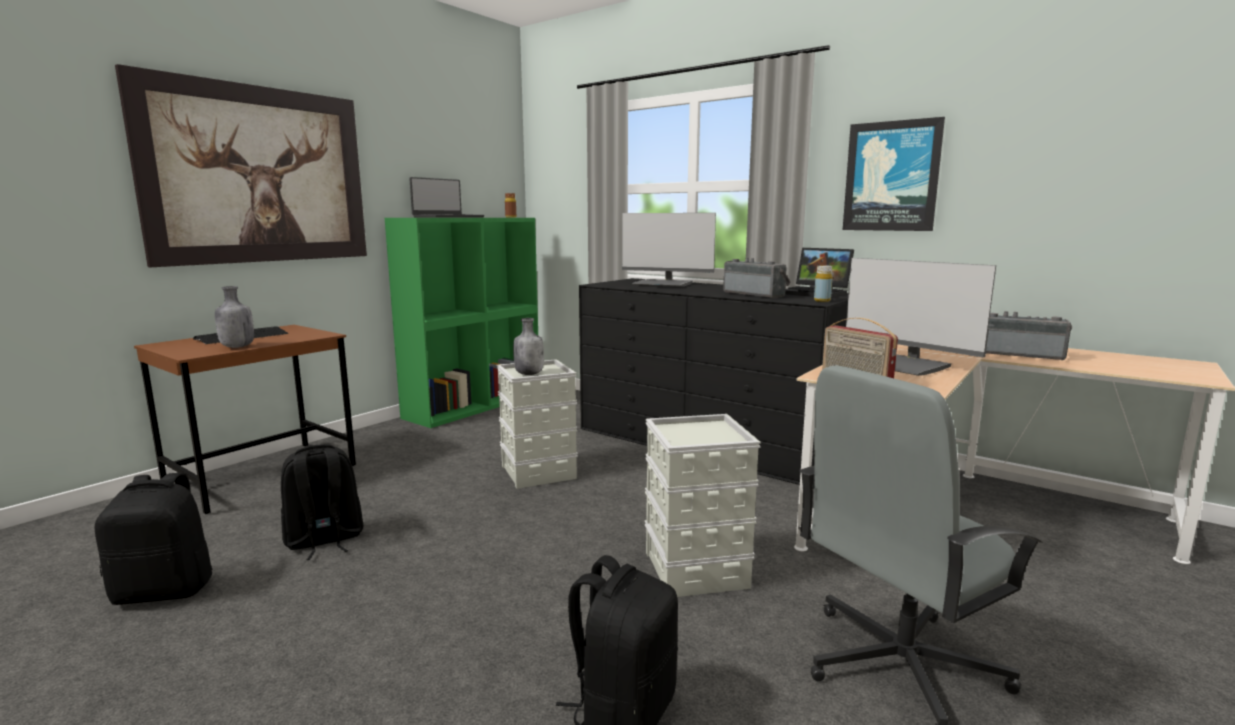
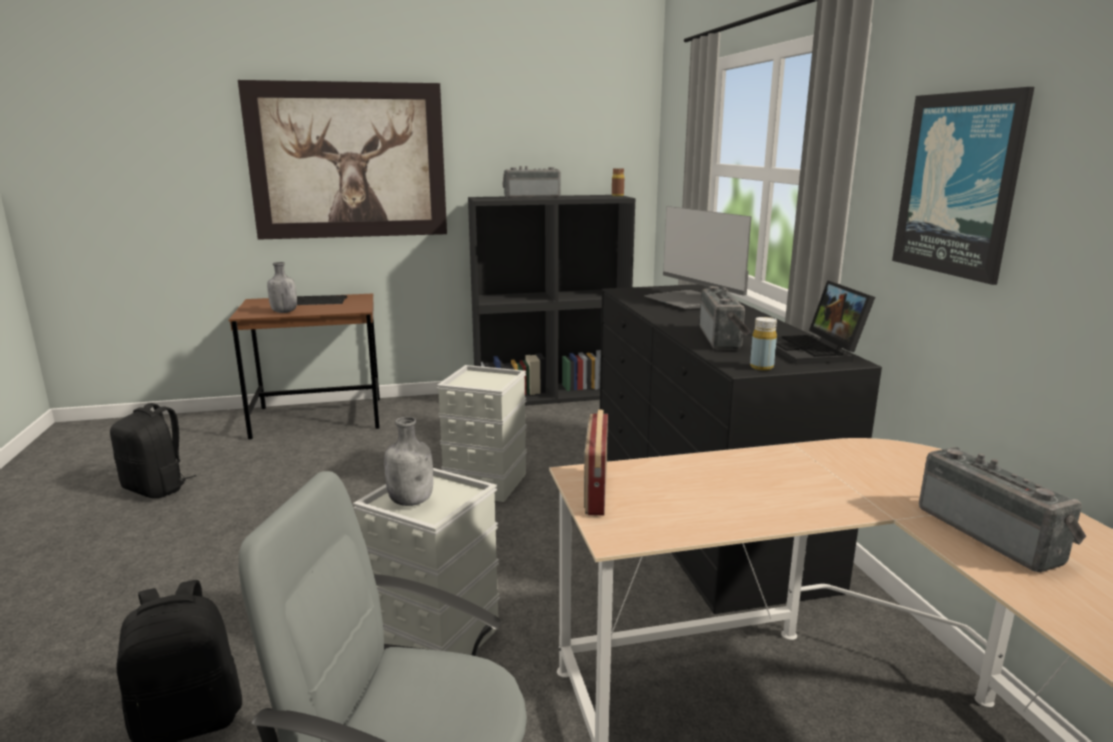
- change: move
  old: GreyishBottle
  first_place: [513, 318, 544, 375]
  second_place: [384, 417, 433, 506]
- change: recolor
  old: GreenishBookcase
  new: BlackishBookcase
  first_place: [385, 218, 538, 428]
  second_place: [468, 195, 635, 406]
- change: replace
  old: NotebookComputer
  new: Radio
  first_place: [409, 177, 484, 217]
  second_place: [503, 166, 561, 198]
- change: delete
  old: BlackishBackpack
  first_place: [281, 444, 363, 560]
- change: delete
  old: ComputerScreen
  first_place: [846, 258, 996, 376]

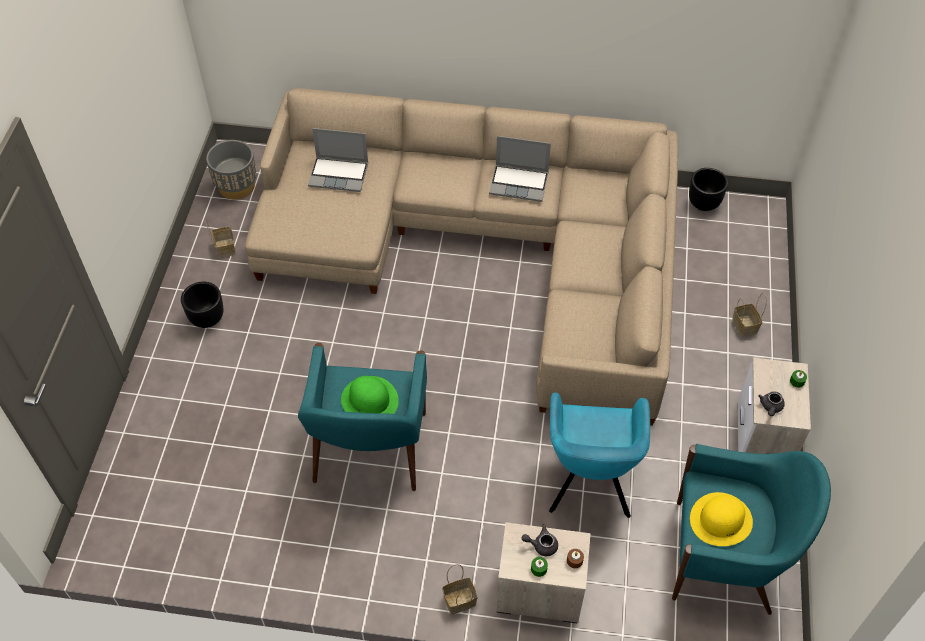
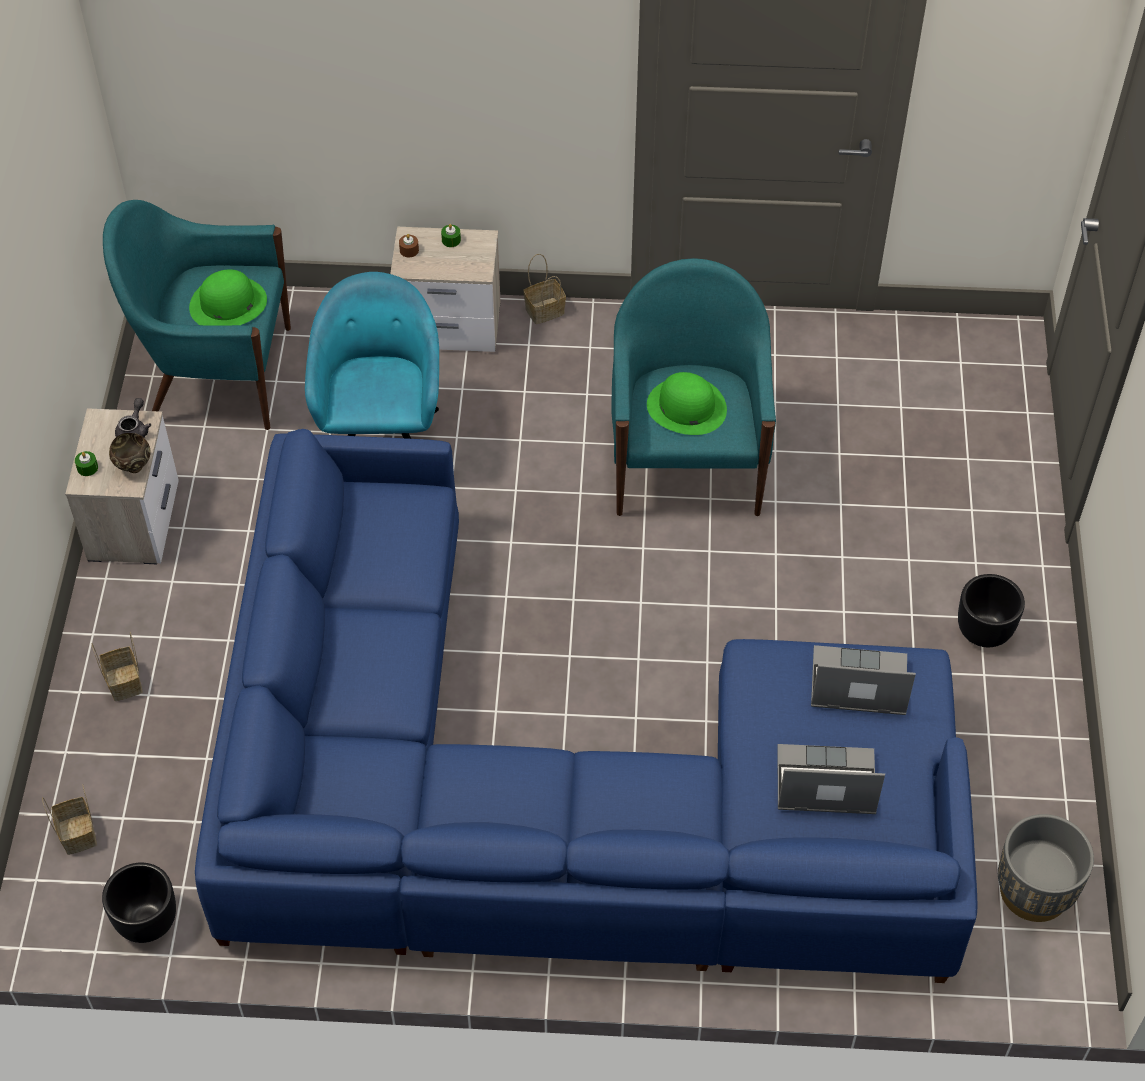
- change: move
  old: StorageBasket
  first_place: [205, 215, 236, 258]
  second_place: [42, 784, 97, 855]
- change: insert
  new: BrownColouredBowl
  second_place: [109, 433, 151, 473]
- change: recolor
  old: YellowColouredWearableHat
  new: GreenishWearableHat
  first_place: [690, 492, 753, 546]
  second_place: [189, 269, 267, 325]
- change: recolor
  old: SandColouredSofa
  new: BlueSofa
  first_place: [245, 88, 678, 426]
  second_place: [195, 429, 978, 983]
- change: move
  old: NotebookComputer
  first_place: [489, 136, 551, 202]
  second_place: [811, 645, 916, 715]
- change: delete
  old: GreyishTeaPot
  first_place: [522, 524, 558, 556]

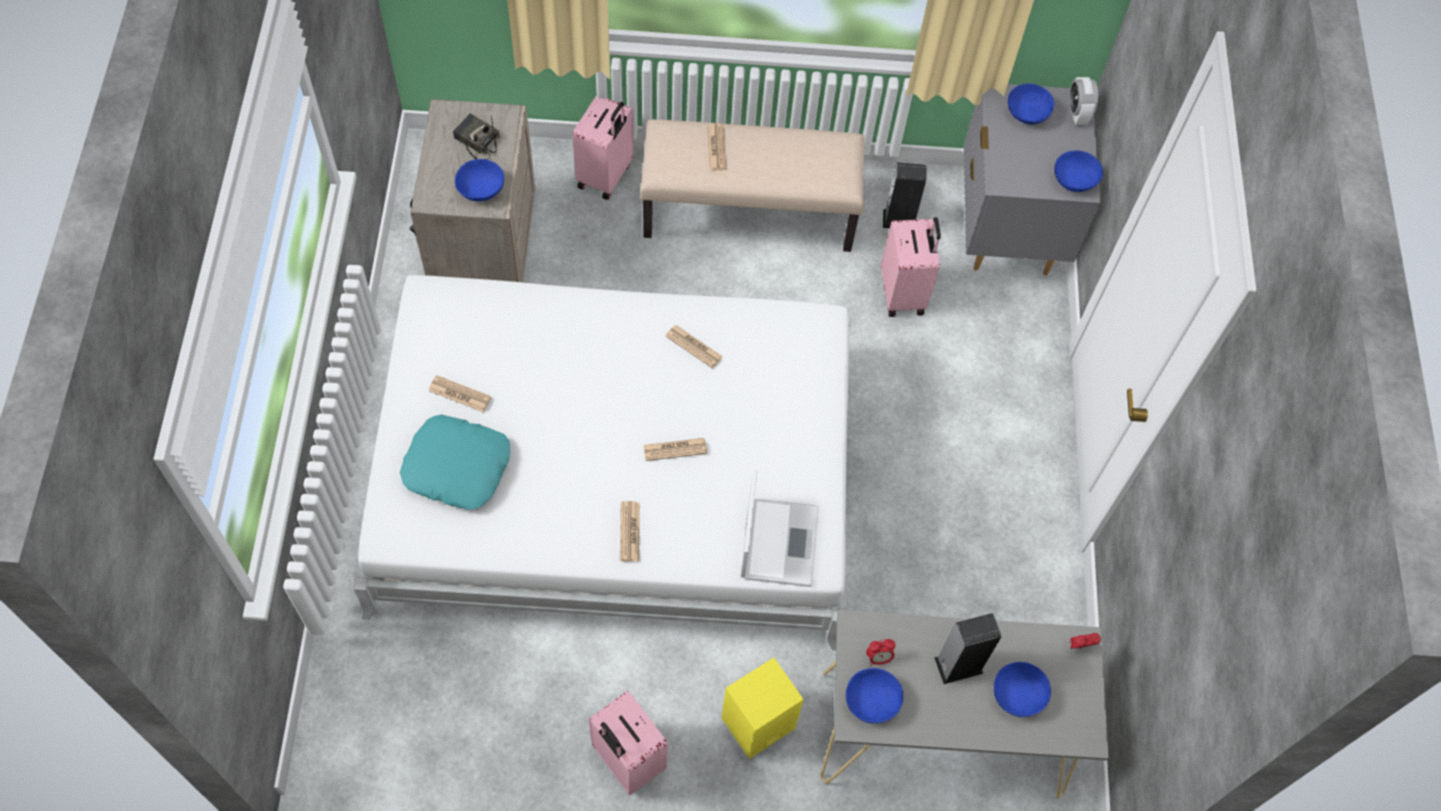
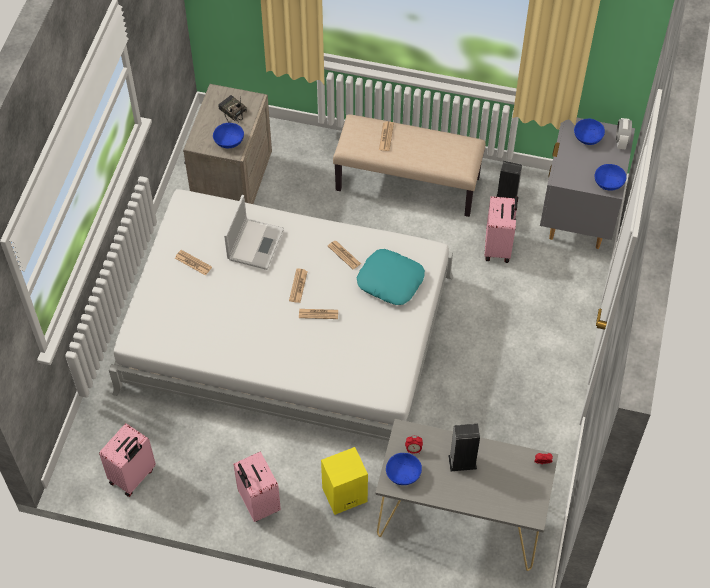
- change: move
  old: PinkColouredTravelCase
  first_place: [572, 95, 634, 200]
  second_place: [99, 423, 156, 497]
- change: move
  old: NotebookComputer
  first_place: [741, 470, 819, 587]
  second_place: [224, 195, 284, 270]
- change: move
  old: PrintedPaper
  first_place: [620, 501, 640, 562]
  second_place: [289, 269, 308, 303]
- change: move
  old: BlueGreenPillow
  first_place: [400, 415, 510, 510]
  second_place: [357, 249, 425, 305]
- change: delete
  old: BlueBowl
  first_place: [994, 662, 1051, 717]

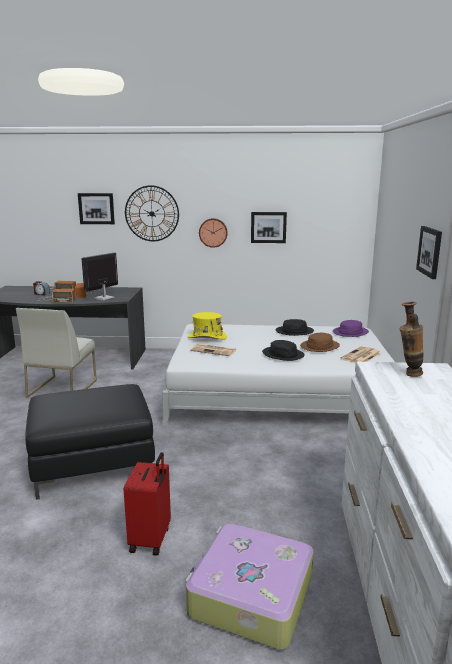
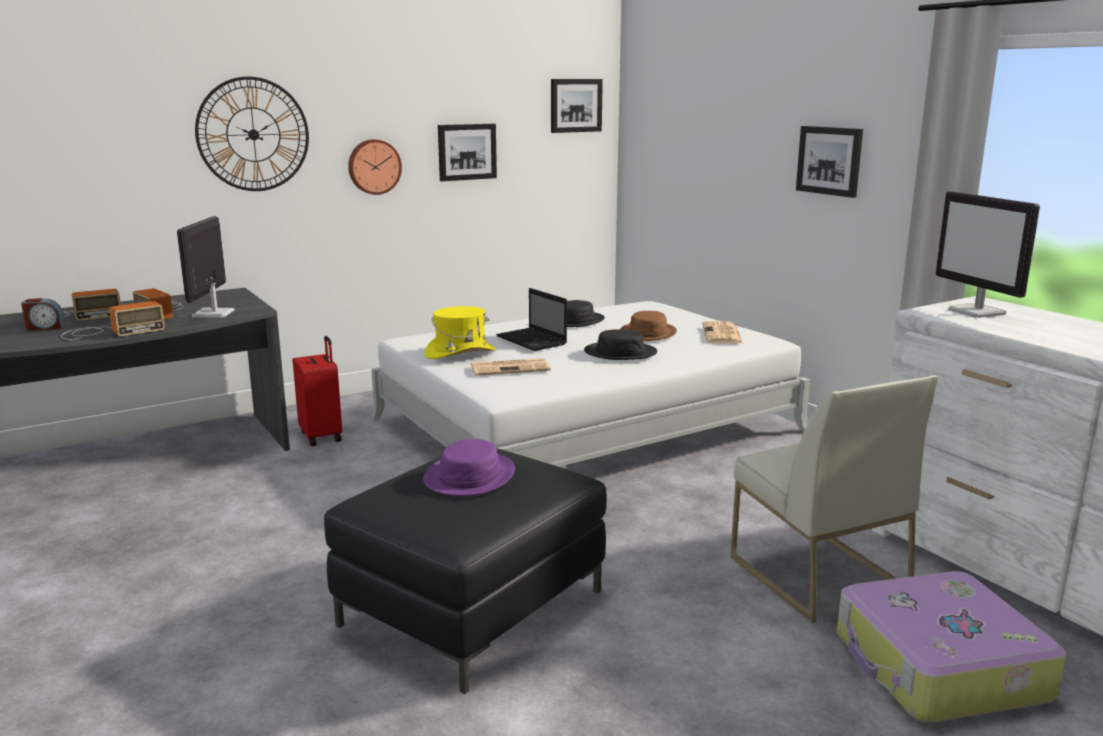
- change: move
  old: ReddishTravelCase
  first_place: [124, 452, 171, 556]
  second_place: [293, 336, 342, 446]
- change: move
  old: PurpleColouredWearableHat
  first_place: [333, 320, 369, 337]
  second_place: [423, 439, 515, 496]
- change: insert
  new: NotebookComputer
  second_place: [496, 288, 567, 351]
- change: move
  old: WallArt
  first_place: [78, 193, 115, 224]
  second_place: [551, 79, 603, 133]
- change: move
  old: WhitishPlainChair
  first_place: [16, 308, 97, 398]
  second_place: [730, 375, 939, 623]
- change: replace
  old: FlowerVase
  new: ComputerScreen
  first_place: [400, 302, 423, 377]
  second_place: [936, 191, 1040, 318]

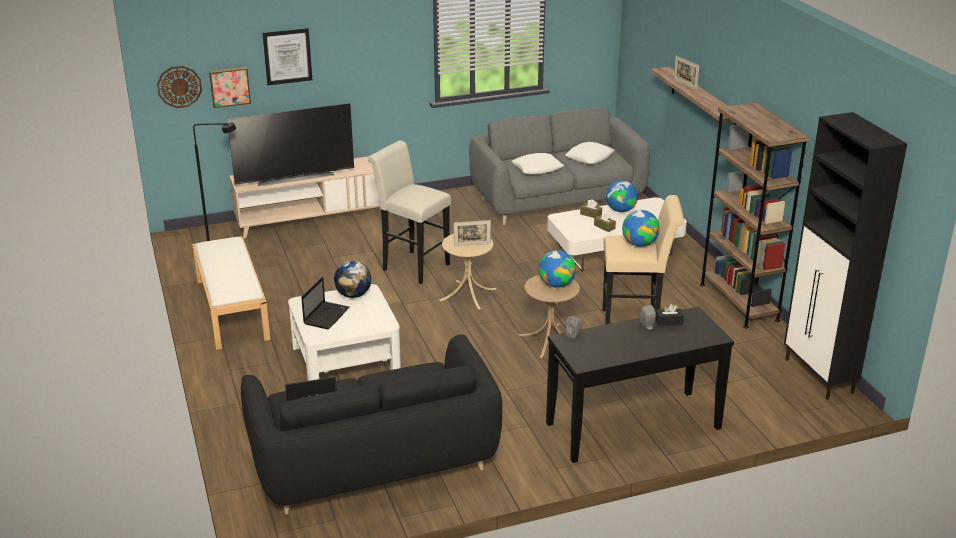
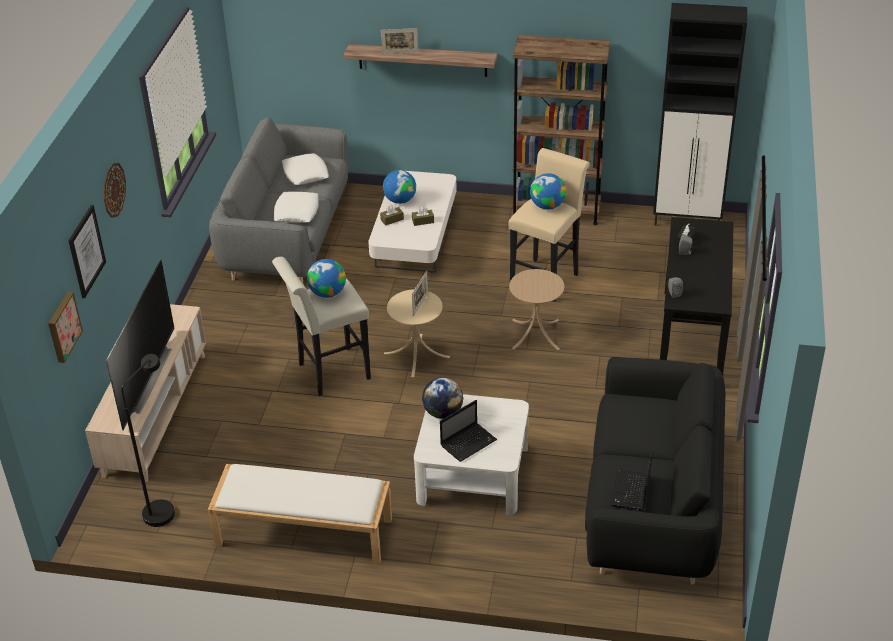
- change: move
  old: ClockOnTheWall
  first_place: [157, 66, 202, 108]
  second_place: [104, 163, 126, 218]
- change: move
  old: Globe
  first_place: [539, 250, 576, 288]
  second_place: [307, 259, 346, 298]
- change: rotate
  old: NotebookComputer
  first_place: [301, 277, 350, 329]
  second_place: [440, 400, 497, 462]
  degrees: 90

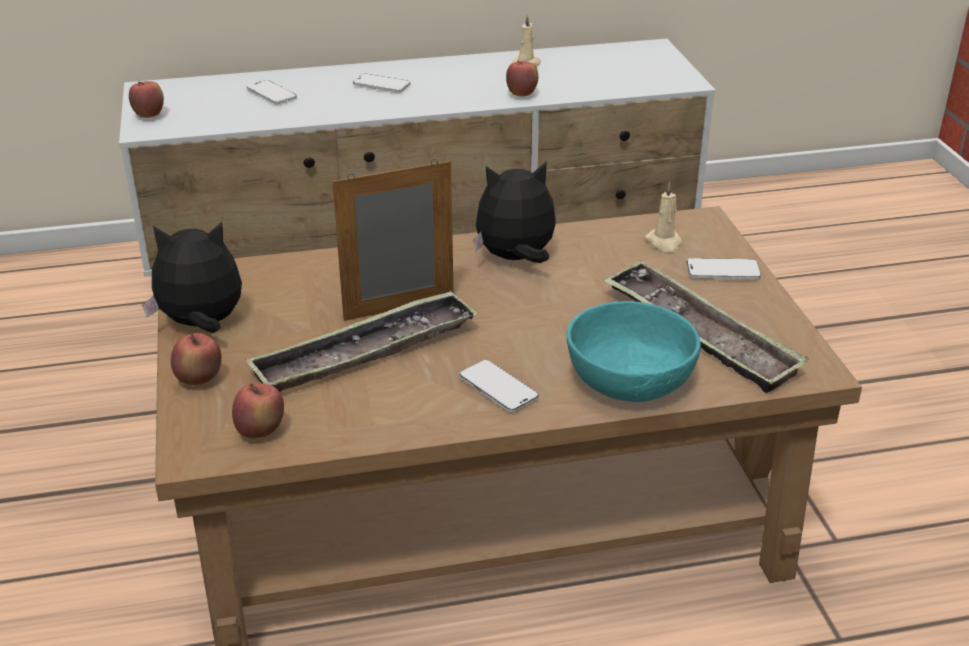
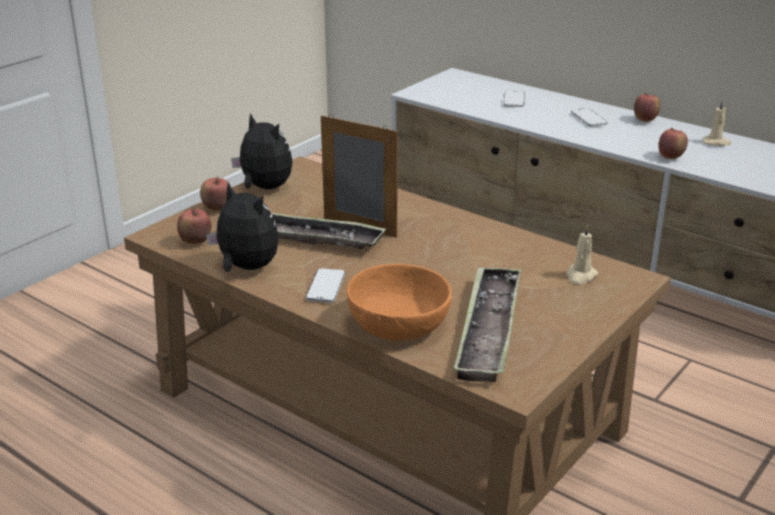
- change: move
  old: SoftToy
  first_place: [473, 162, 556, 263]
  second_place: [206, 182, 279, 272]
- change: recolor
  old: BlueGreenBowl
  new: OrangeColouredBowl
  first_place: [567, 301, 701, 402]
  second_place: [346, 264, 452, 341]
- change: move
  old: WholeApple
  first_place: [129, 81, 164, 118]
  second_place: [634, 93, 660, 122]
- change: delete
  old: Handset
  first_place: [687, 258, 761, 280]

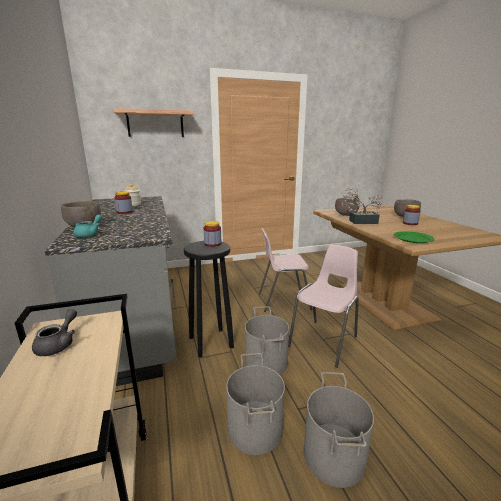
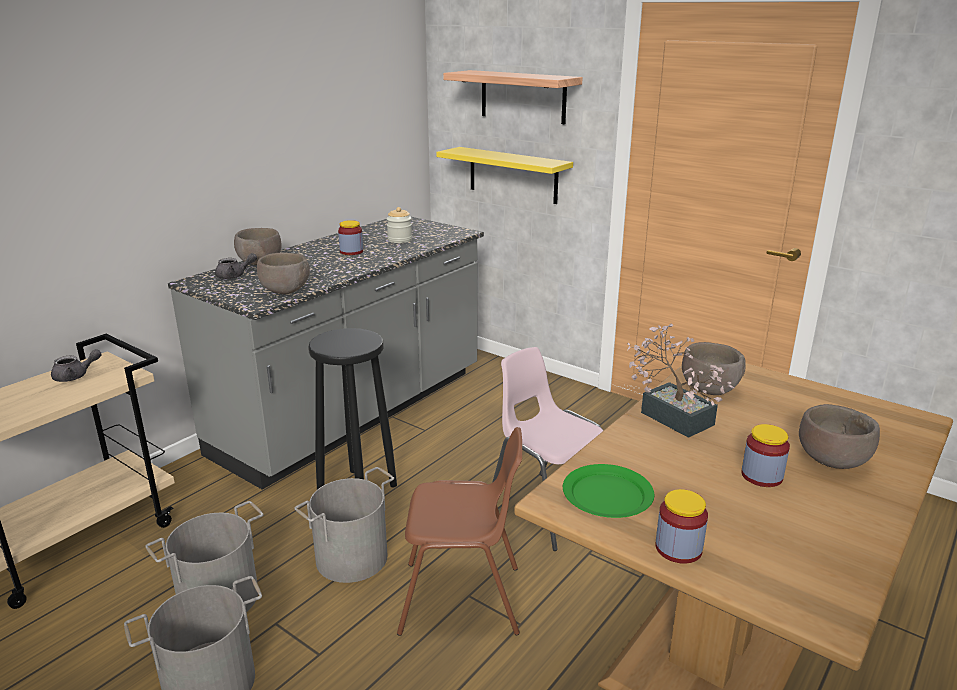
- change: recolor
  old: BlueGreenTeaPot
  new: GreyishTeaPot
  first_place: [73, 214, 102, 237]
  second_place: [215, 253, 257, 279]
- change: insert
  new: BrownColouredBowl
  second_place: [257, 252, 310, 294]
- change: recolor
  old: PinkColouredPlainChair
  new: BrownColouredPlainChair
  first_place: [288, 245, 359, 368]
  second_place: [397, 427, 522, 636]
- change: insert
  new: YellowColouredBracketShelf
  second_place: [436, 147, 573, 204]
- change: move
  old: StorageJar
  first_place: [204, 221, 221, 247]
  second_place: [656, 489, 708, 564]

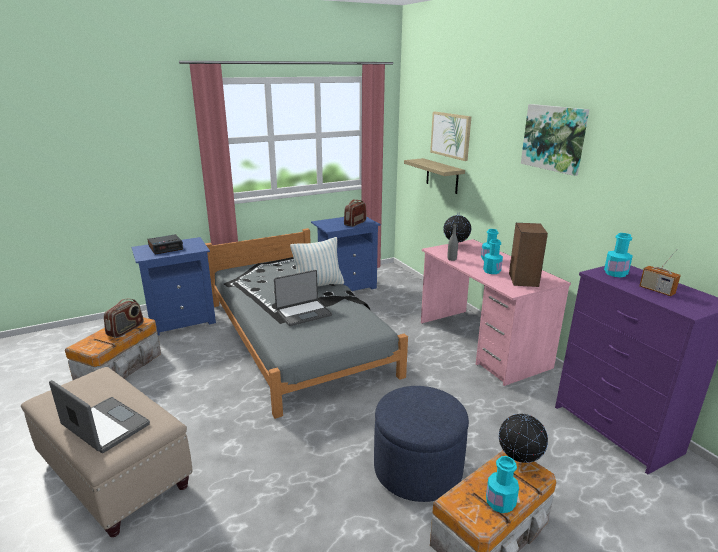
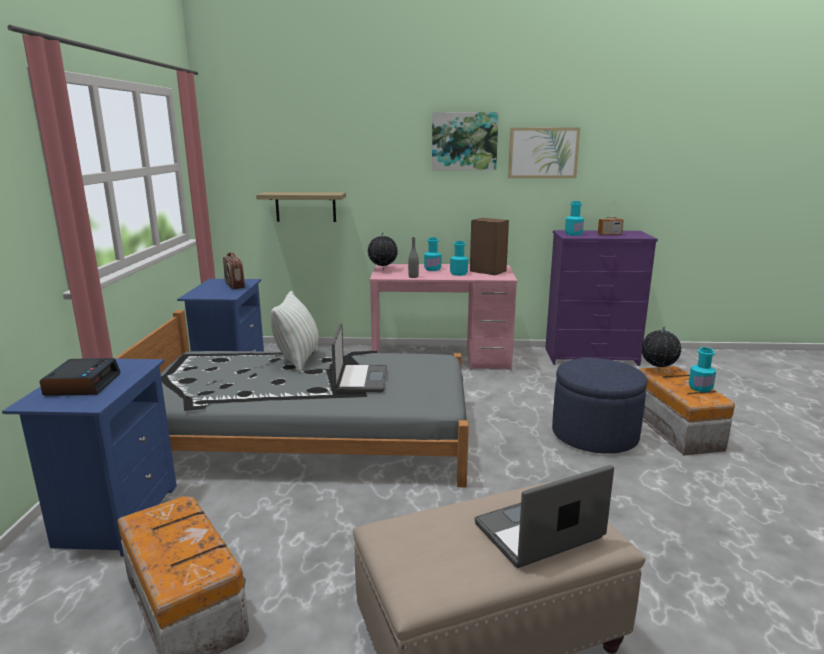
- change: move
  old: WallArt
  first_place: [430, 112, 471, 161]
  second_place: [508, 128, 580, 178]
- change: delete
  old: Radio
  first_place: [104, 299, 143, 338]

